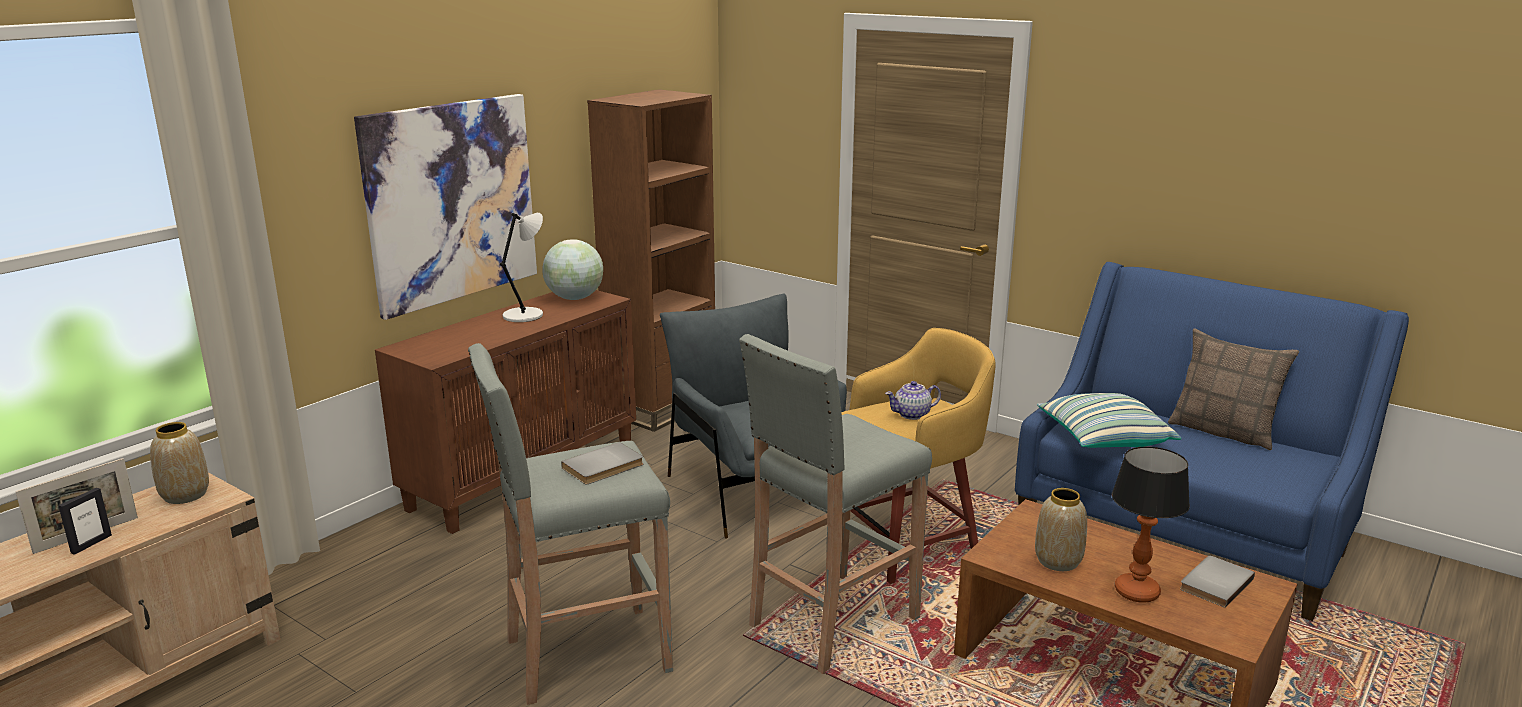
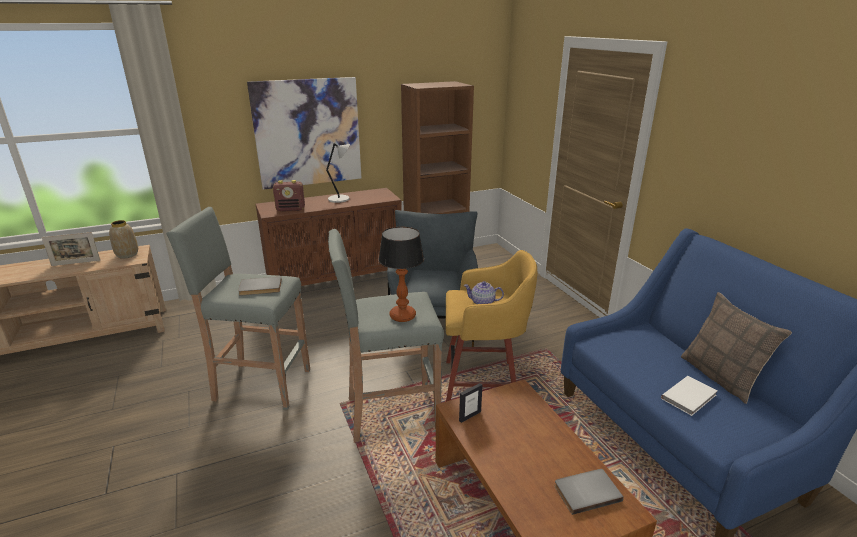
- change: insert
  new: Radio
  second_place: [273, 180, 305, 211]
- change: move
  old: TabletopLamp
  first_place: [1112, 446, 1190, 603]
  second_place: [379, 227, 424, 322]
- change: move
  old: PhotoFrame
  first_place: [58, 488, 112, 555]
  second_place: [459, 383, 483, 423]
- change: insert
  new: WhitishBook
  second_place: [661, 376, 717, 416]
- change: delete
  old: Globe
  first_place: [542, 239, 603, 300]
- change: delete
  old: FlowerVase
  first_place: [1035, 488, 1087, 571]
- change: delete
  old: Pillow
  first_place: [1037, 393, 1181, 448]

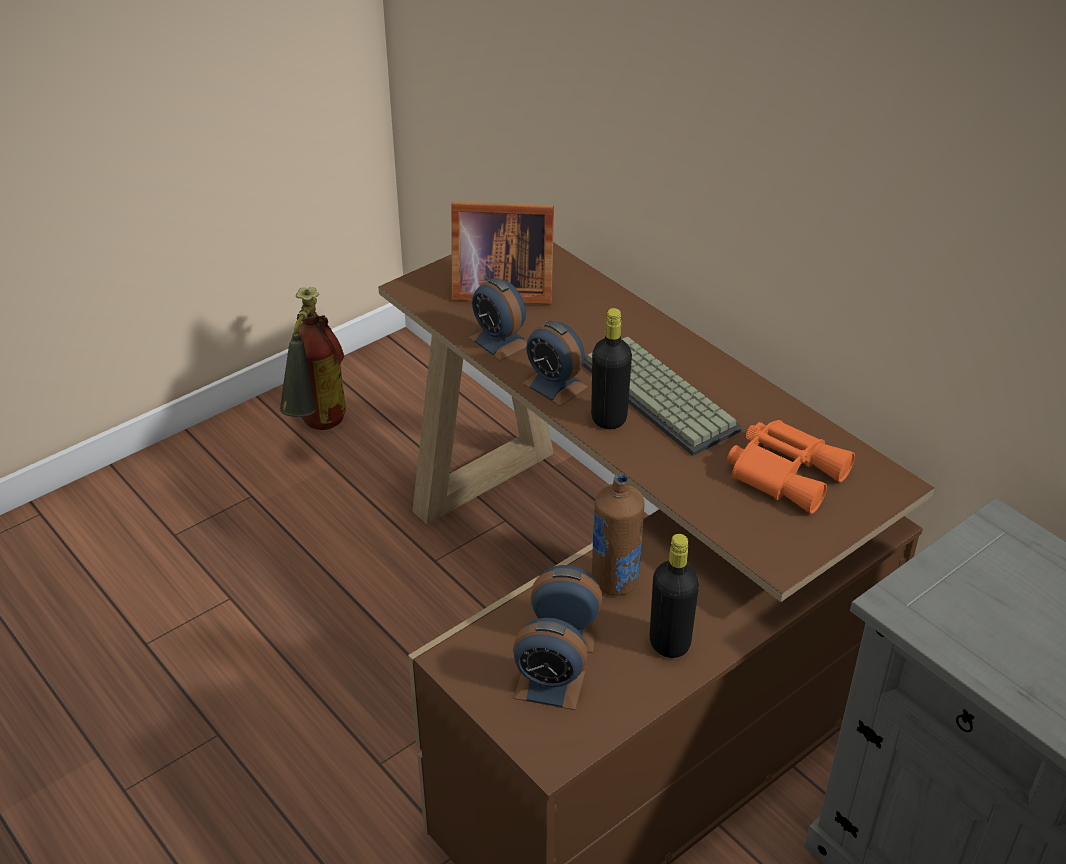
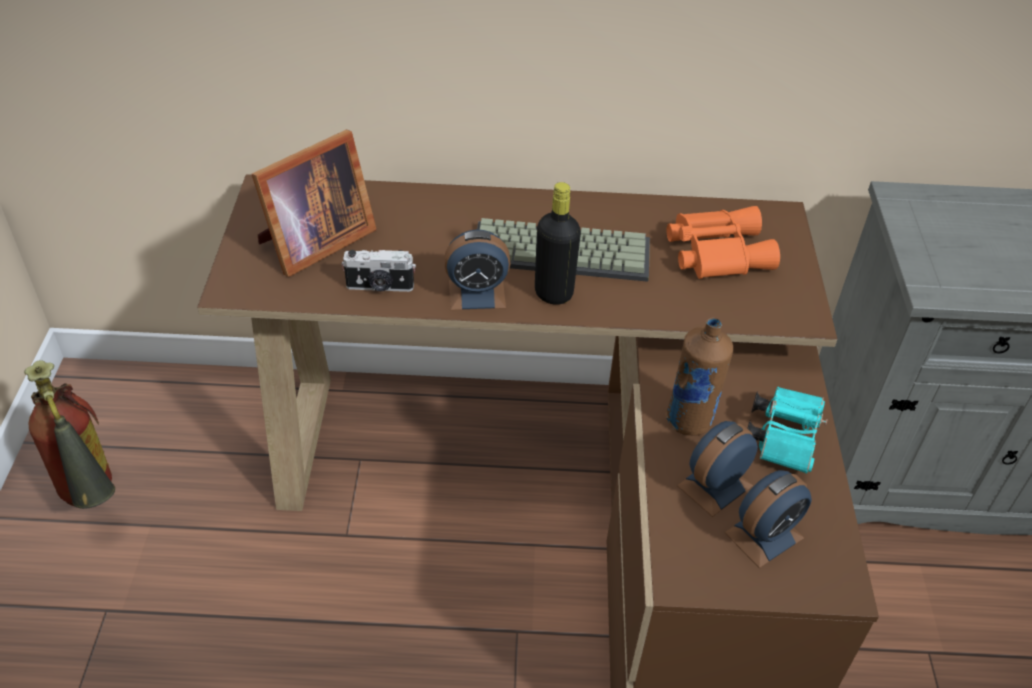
- change: replace
  old: AlarmClock
  new: StillCamera
  first_place: [468, 277, 527, 361]
  second_place: [341, 250, 416, 292]
- change: replace
  old: BlackishBottle
  new: BlueGreenBinoculars
  first_place: [650, 534, 699, 658]
  second_place: [747, 387, 828, 474]

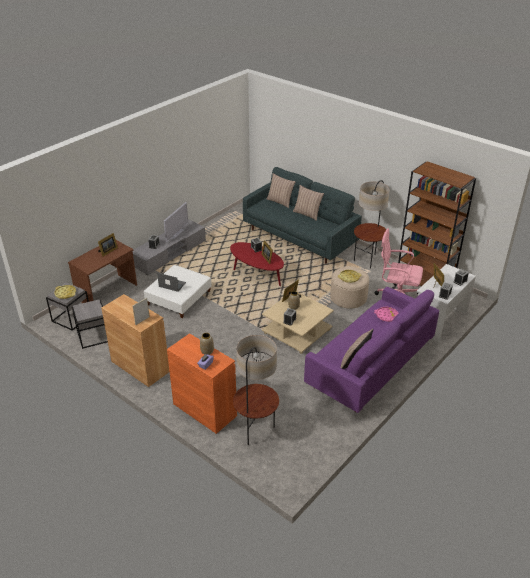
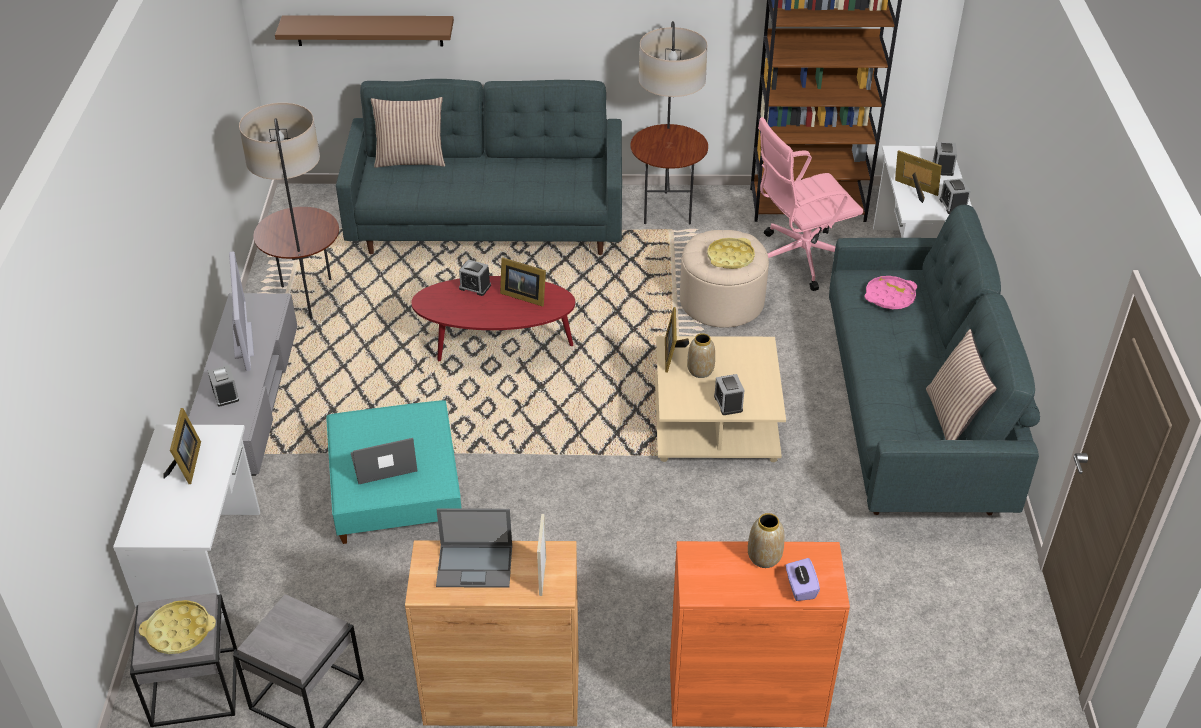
- change: recolor
  old: BrownColouredDeskTable
  new: WhitishDeskTable
  first_place: [68, 240, 137, 303]
  second_place: [113, 425, 260, 634]
- change: move
  old: FloorLamp
  first_place: [233, 335, 279, 445]
  second_place: [239, 103, 339, 319]
- change: insert
  new: BrownColouredBracketShelf
  second_place: [275, 15, 454, 47]
- change: recolor
  old: WhitishPouffe
  new: BlueGreenPouffe
  first_place: [144, 265, 212, 318]
  second_place: [327, 400, 461, 544]
- change: insert
  new: NotebookComputer
  second_place: [436, 508, 512, 588]
- change: recolor
  old: PurpleColouredSofa
  new: GreyishSofa
  first_place: [304, 287, 439, 413]
  second_place: [829, 205, 1040, 515]
- change: delete
  old: Pillow
  first_place: [293, 185, 324, 221]

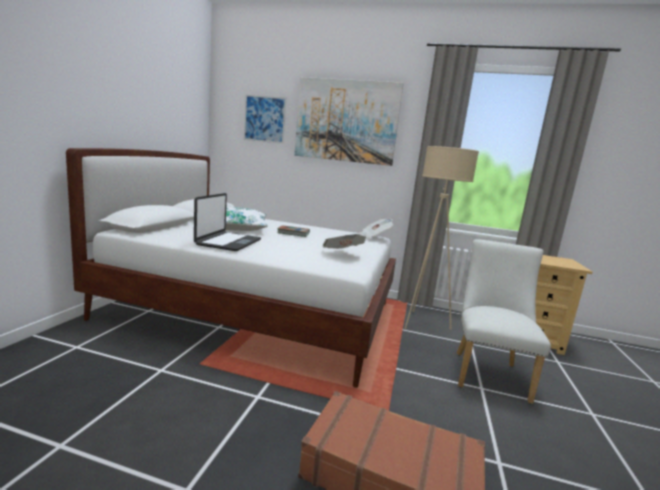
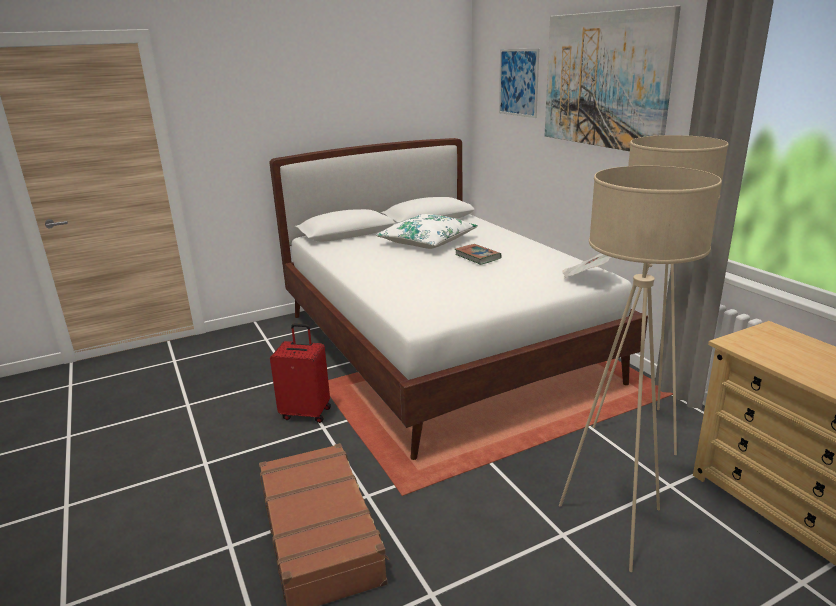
- change: insert
  new: ReddishTravelCase
  second_place: [270, 324, 331, 423]
- change: replace
  old: WhitishPlainChair
  new: SandColouredFloorLamp
  first_place: [457, 239, 551, 404]
  second_place: [559, 166, 722, 572]
- change: delete
  old: NotebookComputer
  first_place: [194, 193, 261, 251]
- change: delete
  old: PrintedPaper
  first_place: [323, 234, 366, 249]

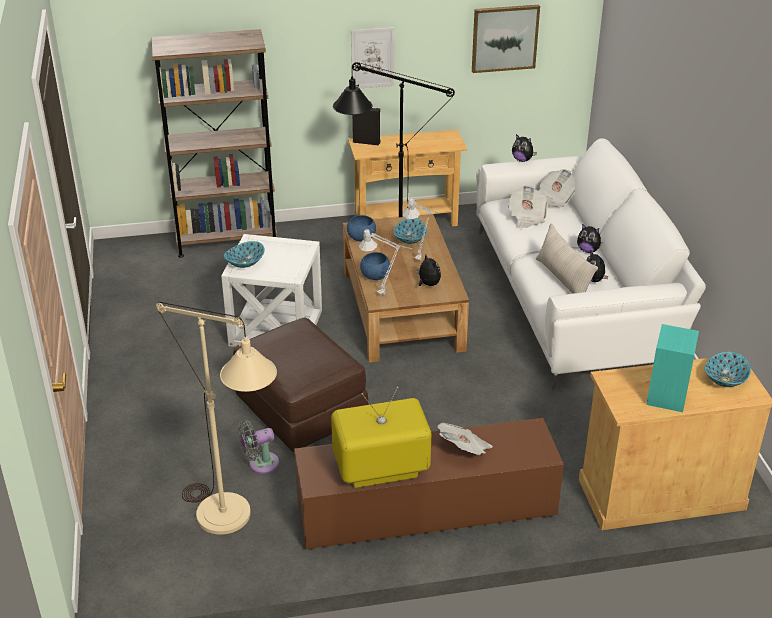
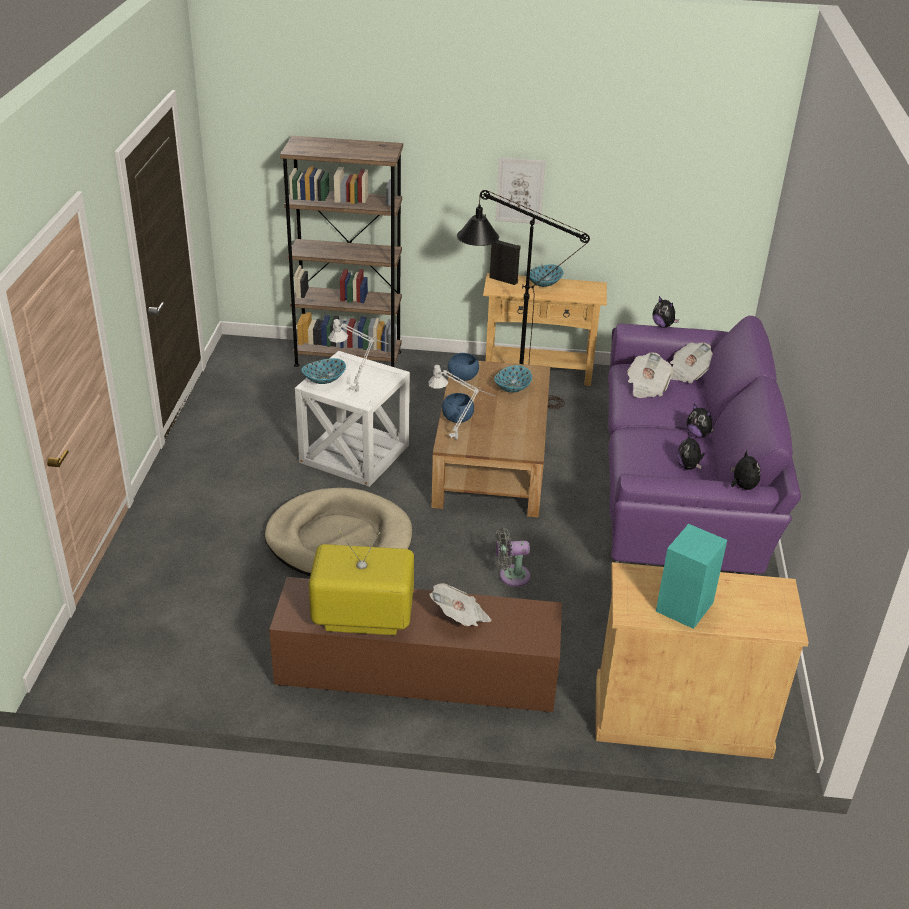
- change: replace
  old: BrownColouredPouffe
  new: SandColouredPetBed
  first_place: [233, 318, 369, 452]
  second_place: [265, 487, 412, 576]
- change: move
  old: GreyishTabletopLamp
  first_place: [402, 198, 439, 260]
  second_place: [328, 319, 388, 392]
- change: move
  old: GreyishElectricFan
  first_place: [238, 420, 279, 474]
  second_place: [495, 528, 531, 587]
- change: move
  old: Bowl
  first_place: [705, 352, 751, 387]
  second_place: [526, 264, 563, 287]
- change: recolor
  old: WhitishSofa
  new: PurpleColouredSofa
  first_place: [476, 138, 706, 390]
  second_place: [608, 316, 801, 575]
- change: move
  old: SoftToy
  first_place: [416, 255, 441, 286]
  second_place: [730, 451, 761, 490]
- change: delete
  old: SandColouredFloorLamp
  first_place: [156, 302, 277, 535]
- change: delete
  old: WallArt
  first_place: [472, 5, 540, 73]
- change: delete
  old: SandColouredPillow
  first_place: [536, 223, 598, 294]

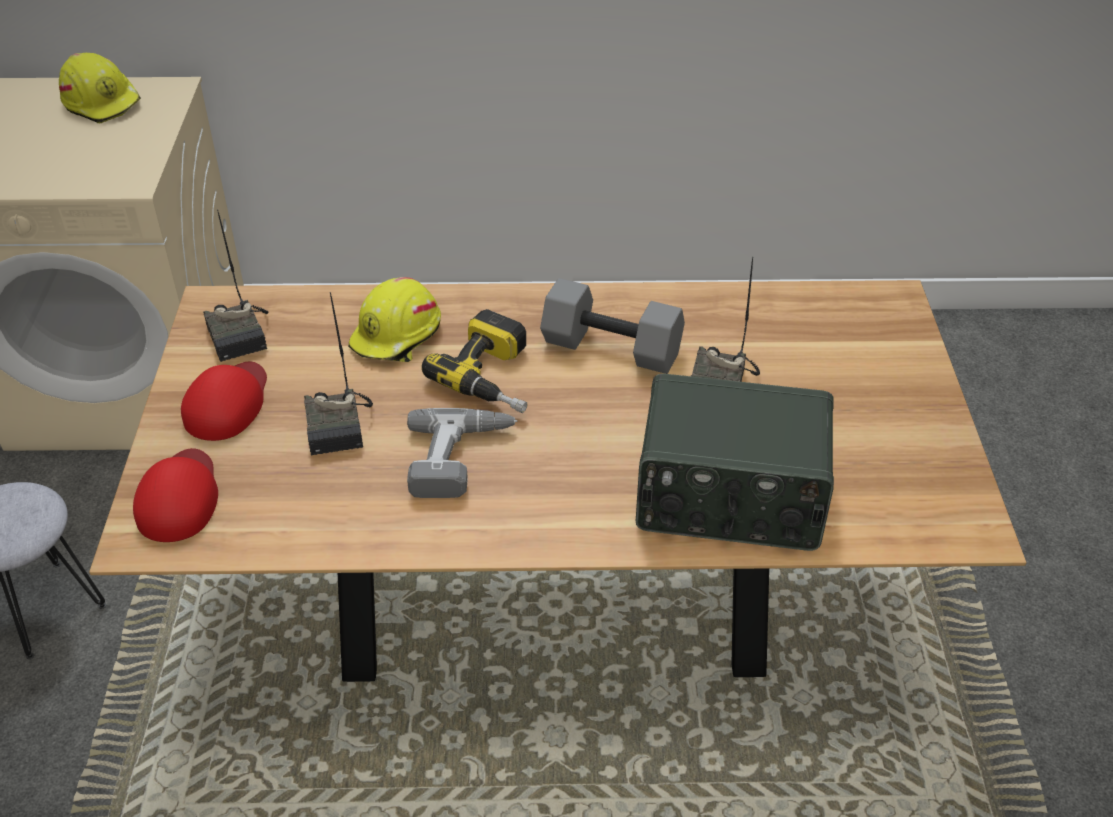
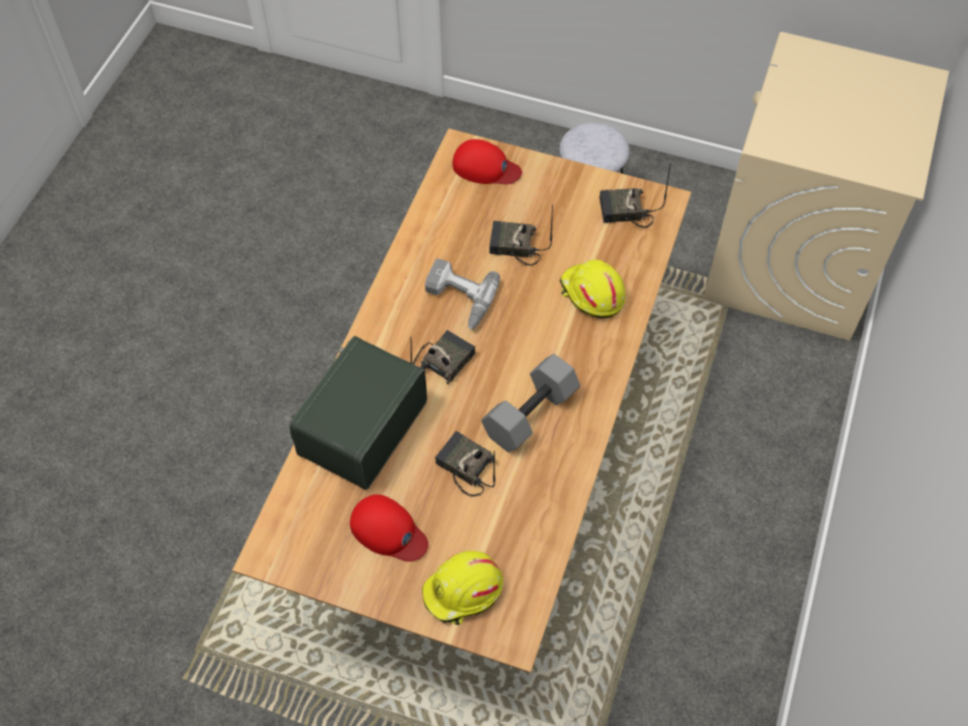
- change: move
  old: ReddishPeakedCap
  first_place: [181, 361, 267, 441]
  second_place: [350, 494, 428, 562]
- change: insert
  new: Radio
  second_place: [410, 330, 475, 385]
- change: move
  old: YellowColouredSafetyHelmet
  first_place: [59, 53, 141, 123]
  second_place: [422, 551, 503, 625]
- change: delete
  old: ElectricDrill
  first_place: [422, 309, 528, 413]

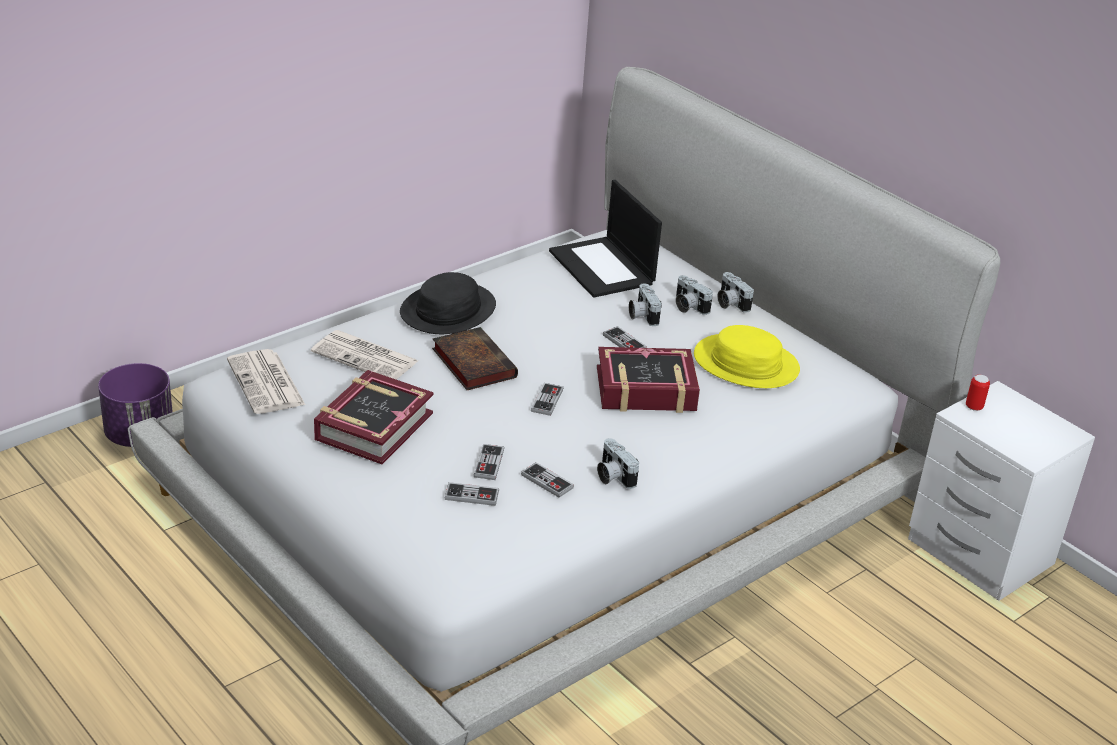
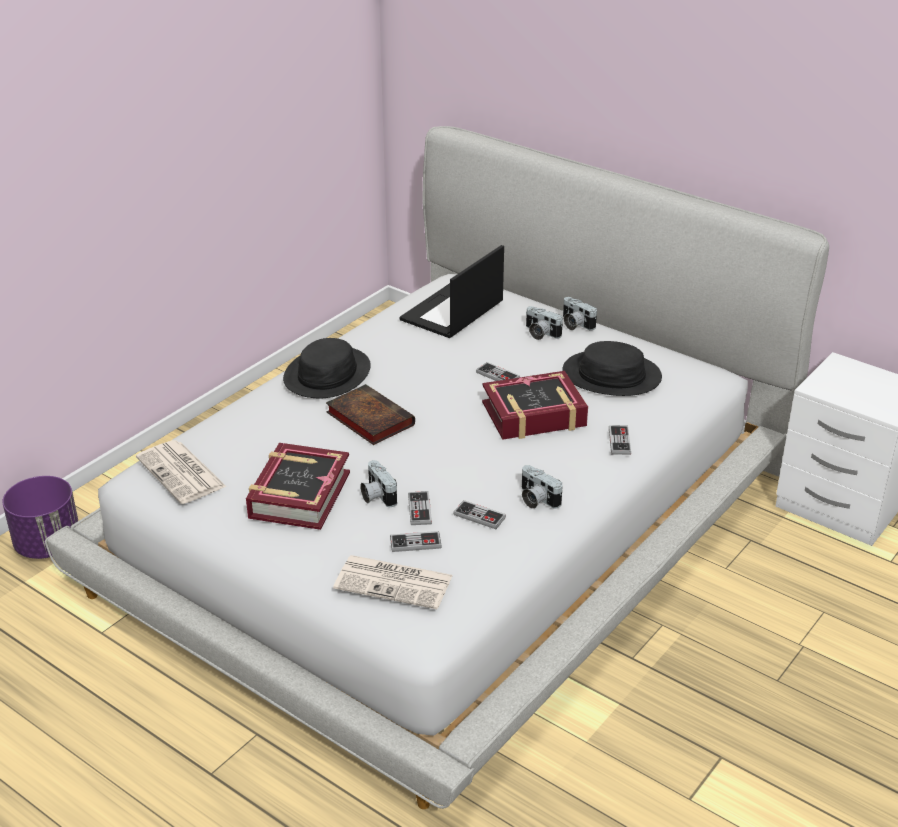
- change: move
  old: PrintedPaper
  first_place: [311, 330, 418, 380]
  second_place: [333, 555, 453, 609]
- change: move
  old: StillCamera
  first_place: [629, 283, 662, 326]
  second_place: [360, 460, 397, 507]
- change: rotate
  old: NotebookComputer
  first_place: [549, 180, 662, 298]
  second_place: [400, 245, 504, 338]
  degrees: 75
- change: recolor
  old: YellowColouredWearableHat
  new: BlackishWearableHat
  first_place: [694, 325, 800, 388]
  second_place: [562, 341, 662, 396]
- change: move
  old: Gamepad
  first_place: [531, 383, 563, 416]
  second_place: [609, 425, 631, 455]
- change: delete
  old: SealedCan
  first_place: [966, 375, 990, 411]

